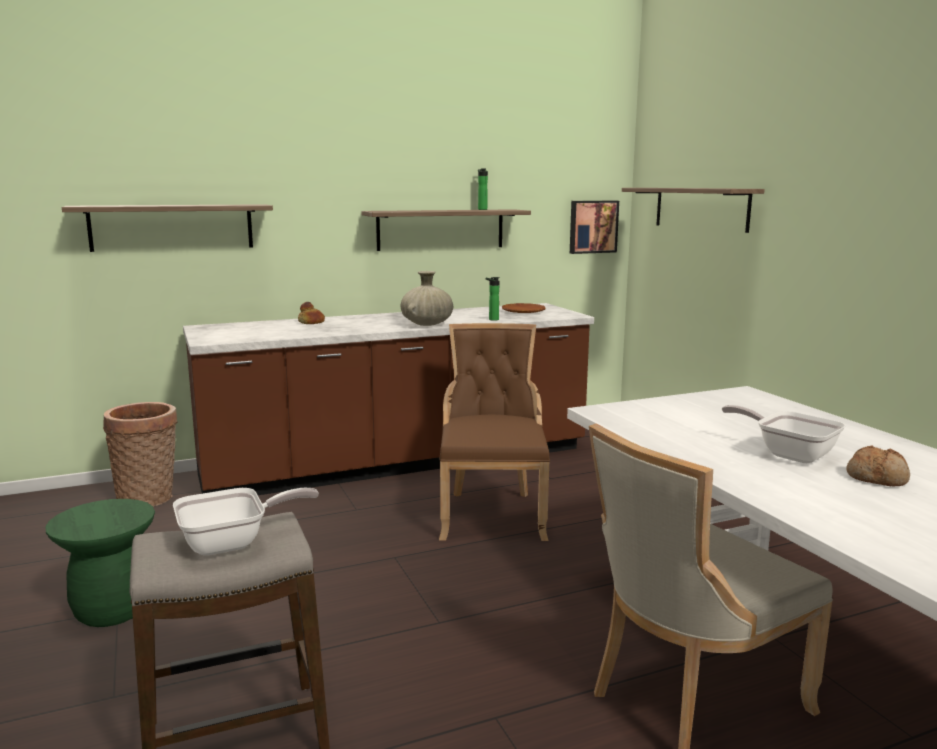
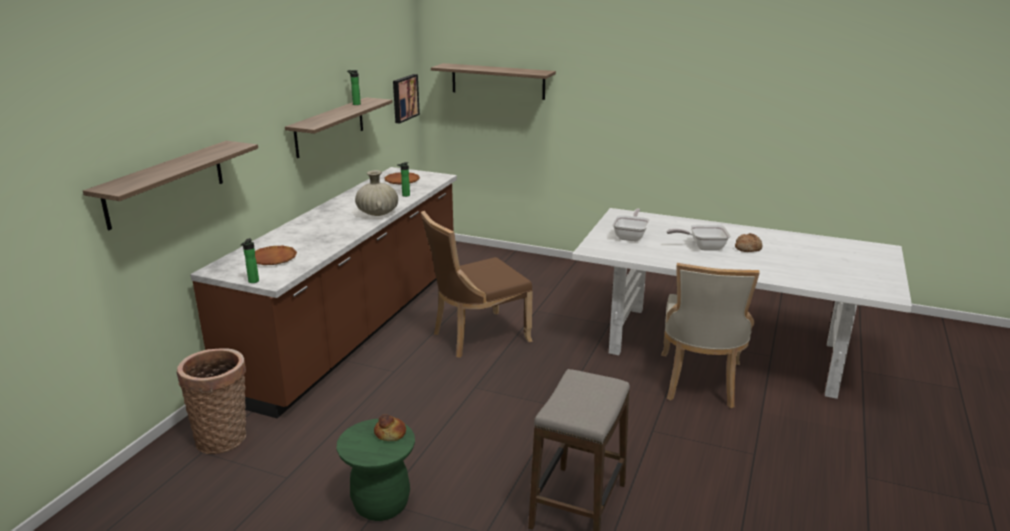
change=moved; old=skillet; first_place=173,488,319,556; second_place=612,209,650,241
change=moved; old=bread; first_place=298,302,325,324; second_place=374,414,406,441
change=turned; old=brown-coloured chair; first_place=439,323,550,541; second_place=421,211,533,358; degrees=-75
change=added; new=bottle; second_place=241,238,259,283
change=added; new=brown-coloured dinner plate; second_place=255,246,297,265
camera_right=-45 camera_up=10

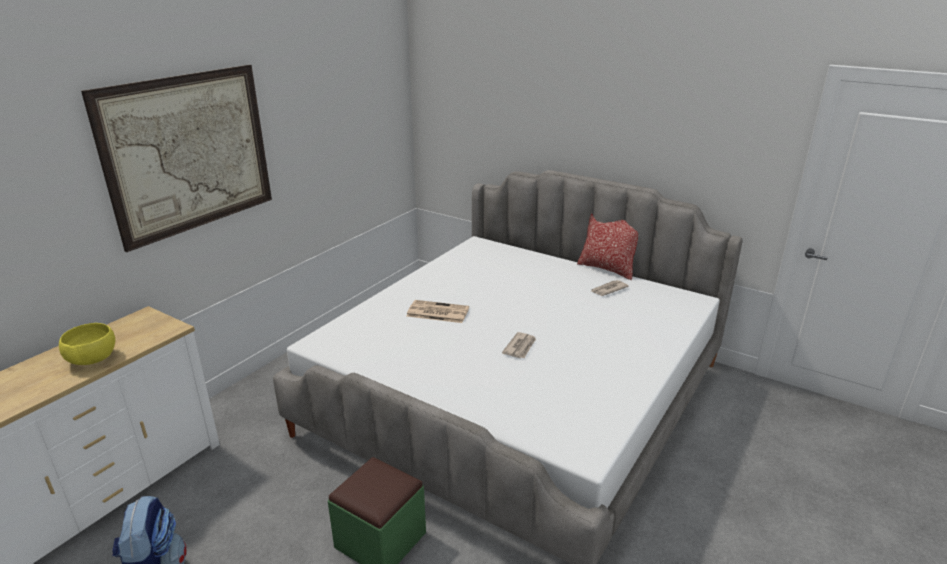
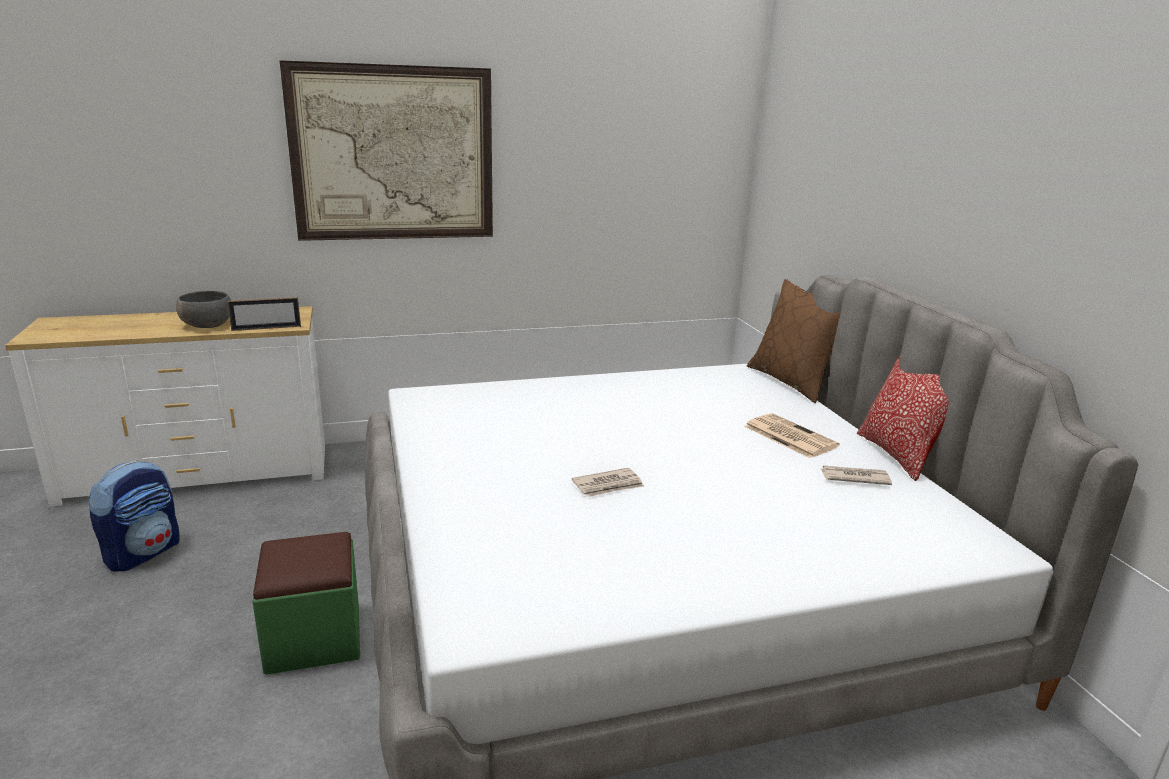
change=recoloured; old=yellowish serving bowl; new=gray serving bowl; first_place=59,323,115,365; second_place=176,291,231,328
change=moved; old=printed paper; first_place=407,300,469,323; second_place=744,413,840,458
change=added; new=photo frame; second_place=227,297,301,331
change=added; new=brown-coloured throw pillow; second_place=747,279,841,403
camera_right=40 camera_up=-5

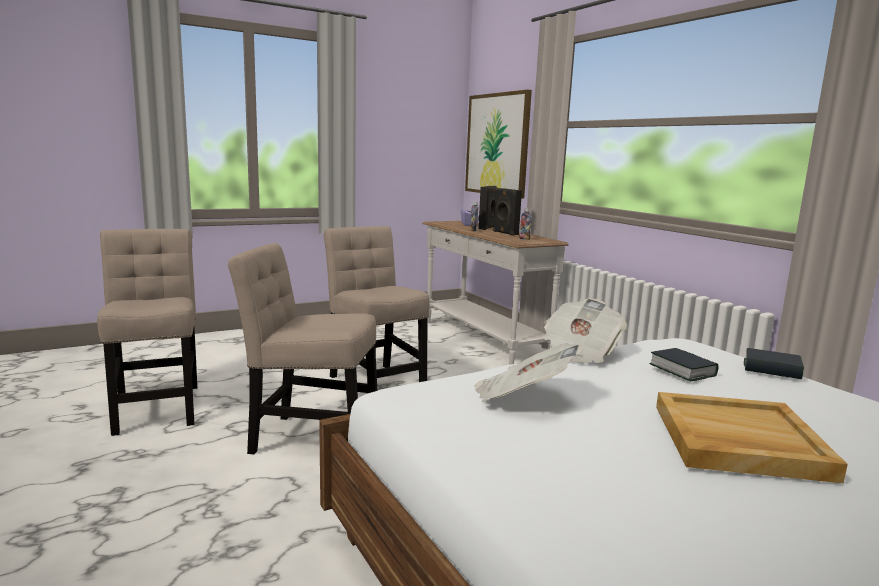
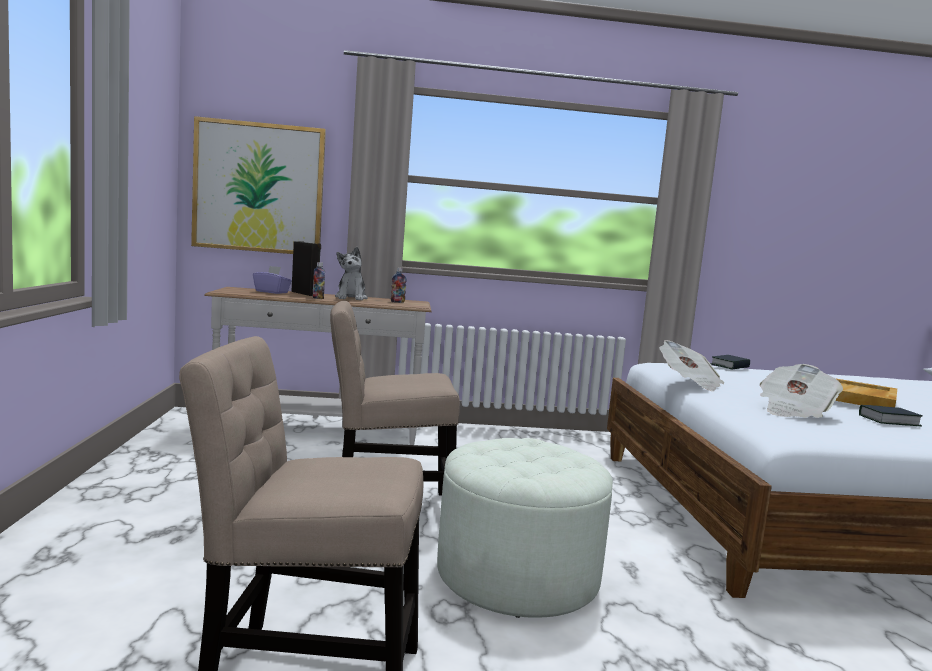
change=replaced; old=beige-coloured chair; new=white-coloured footrest; first_place=228,243,377,454; second_place=437,438,613,618
change=replaced; old=black-coloured audio speaker; new=plush toy; first_place=493,188,522,236; second_place=335,247,368,300
change=moved; old=book; first_place=649,348,718,381; second_place=859,405,923,426
camera_right=-65 camera_up=-5

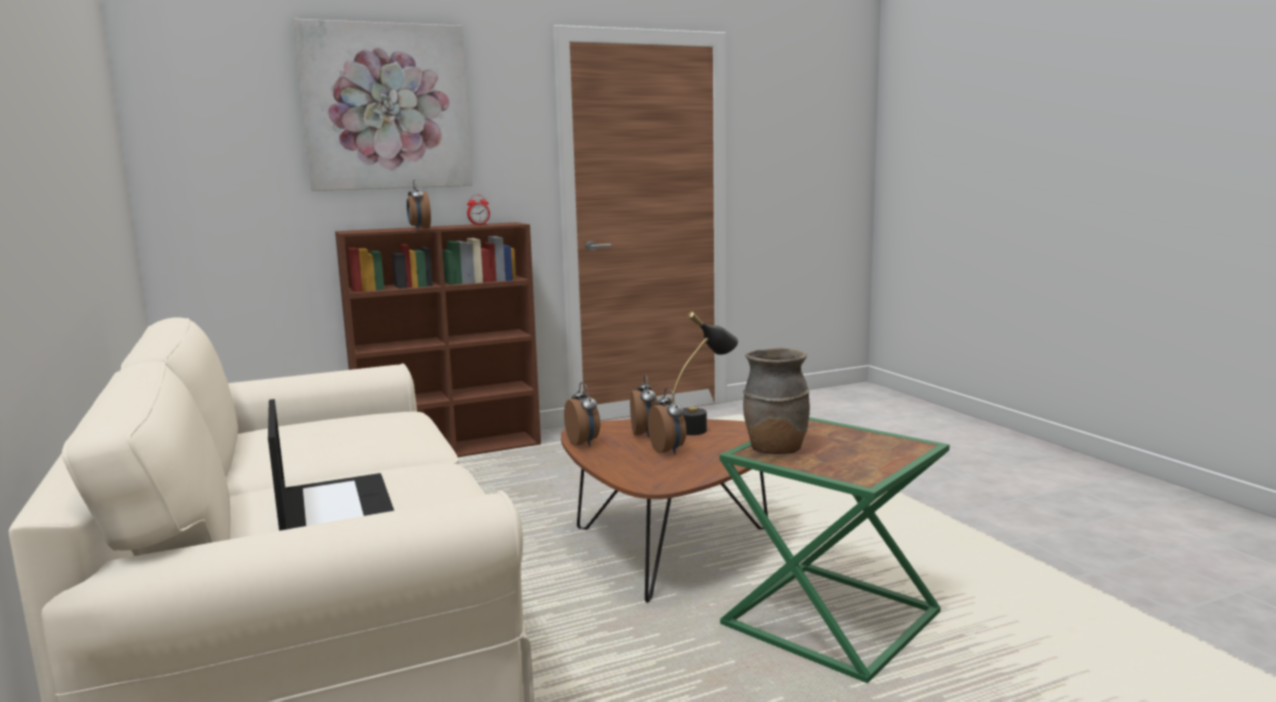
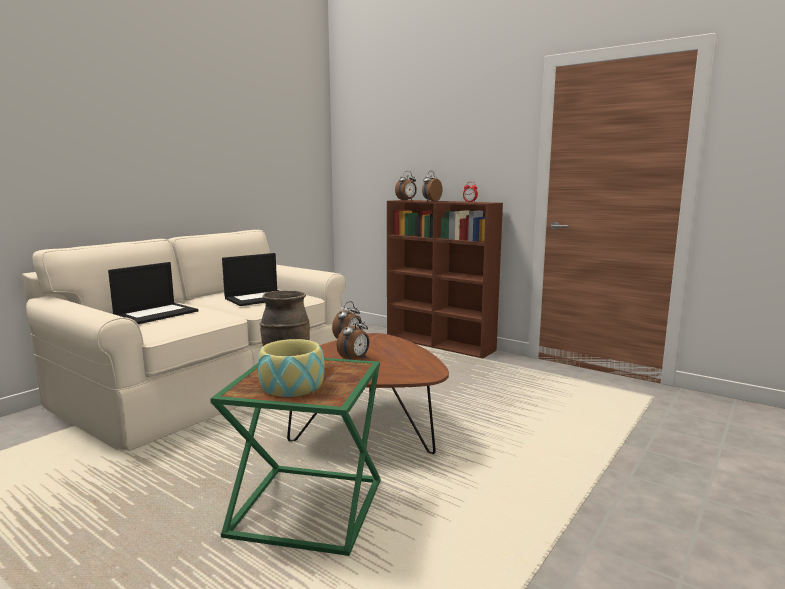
change=removed; old=wall art; first_place=293,19,472,191
change=moved; old=bedside clock; first_place=630,375,658,438; second_place=395,171,417,200
change=removed; old=black-coloured lamp for a table; first_place=671,312,738,435
change=added; new=notebook computer; second_place=222,253,279,306
change=added; new=serving bowl; second_place=257,339,325,397
camera_right=60 camera_up=0

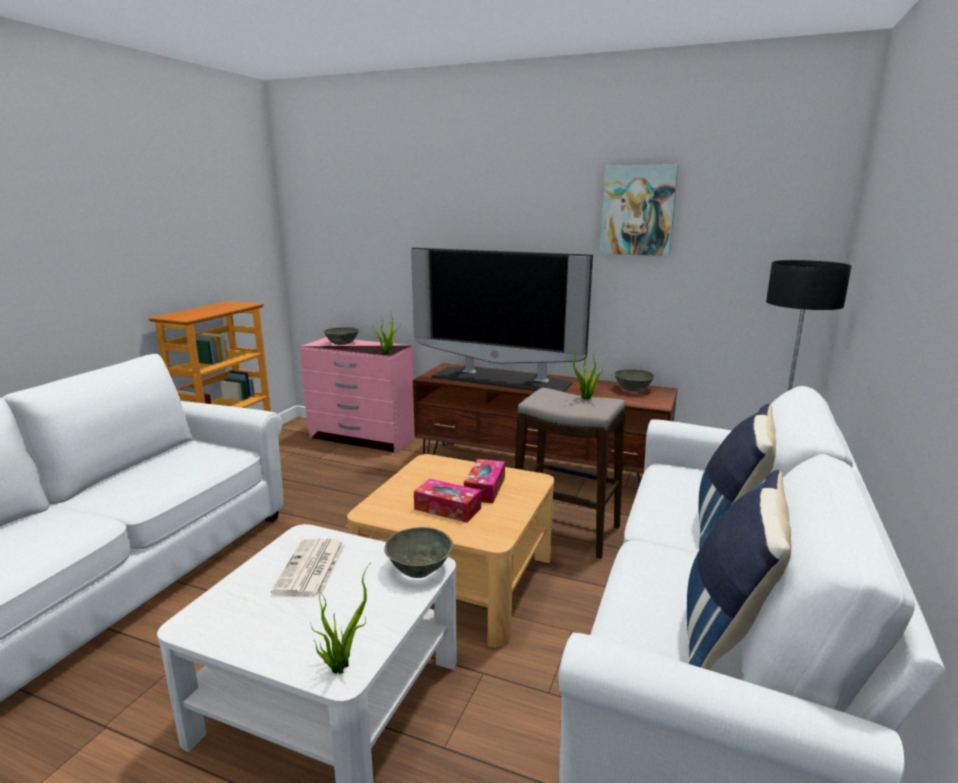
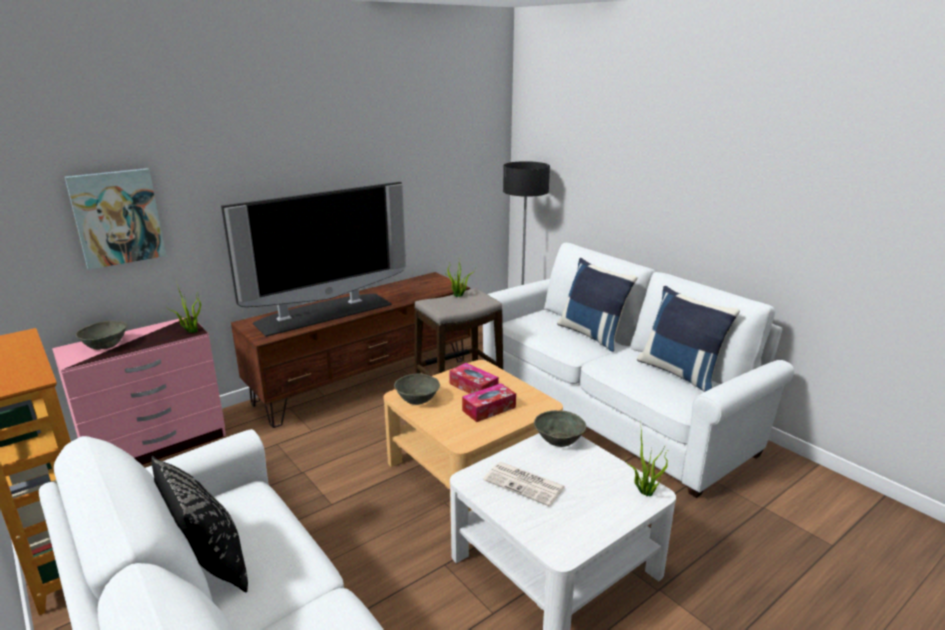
change=moved; old=wall art; first_place=600,164,678,256; second_place=64,168,166,270
change=moved; old=gray serving bowl; first_place=614,369,655,392; second_place=394,374,440,405
change=added; new=black-coloured throw pillow; second_place=151,455,248,592
camera_right=-60 camera_up=5

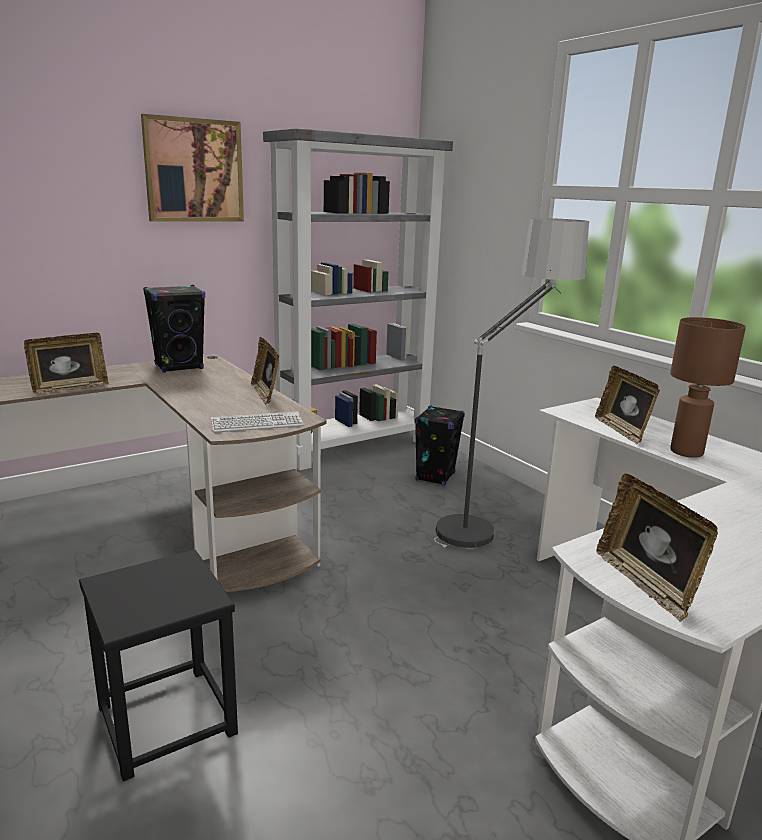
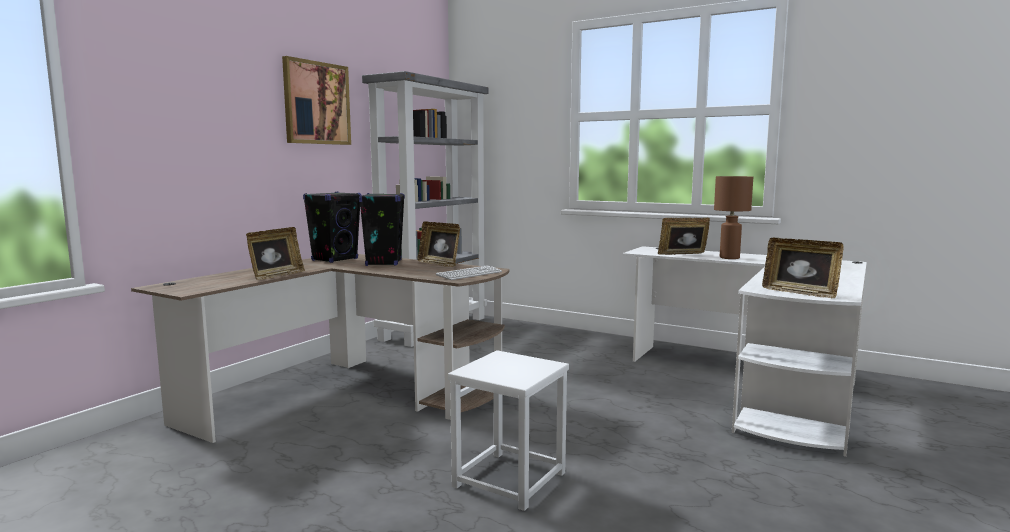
change=recoloured; old=black-coloured sitting stool; new=white-coloured sitting stool; first_place=79,550,238,781; second_place=448,350,569,511
change=moved; old=black-coloured audio speaker; first_place=415,405,465,486; second_place=359,193,405,266
change=removed; old=standing lamp; first_place=434,218,589,549
change=turned; old=photo frame; first_place=595,366,660,444; second_place=658,218,710,255; degrees=120
camera_right=-25 camera_up=-10

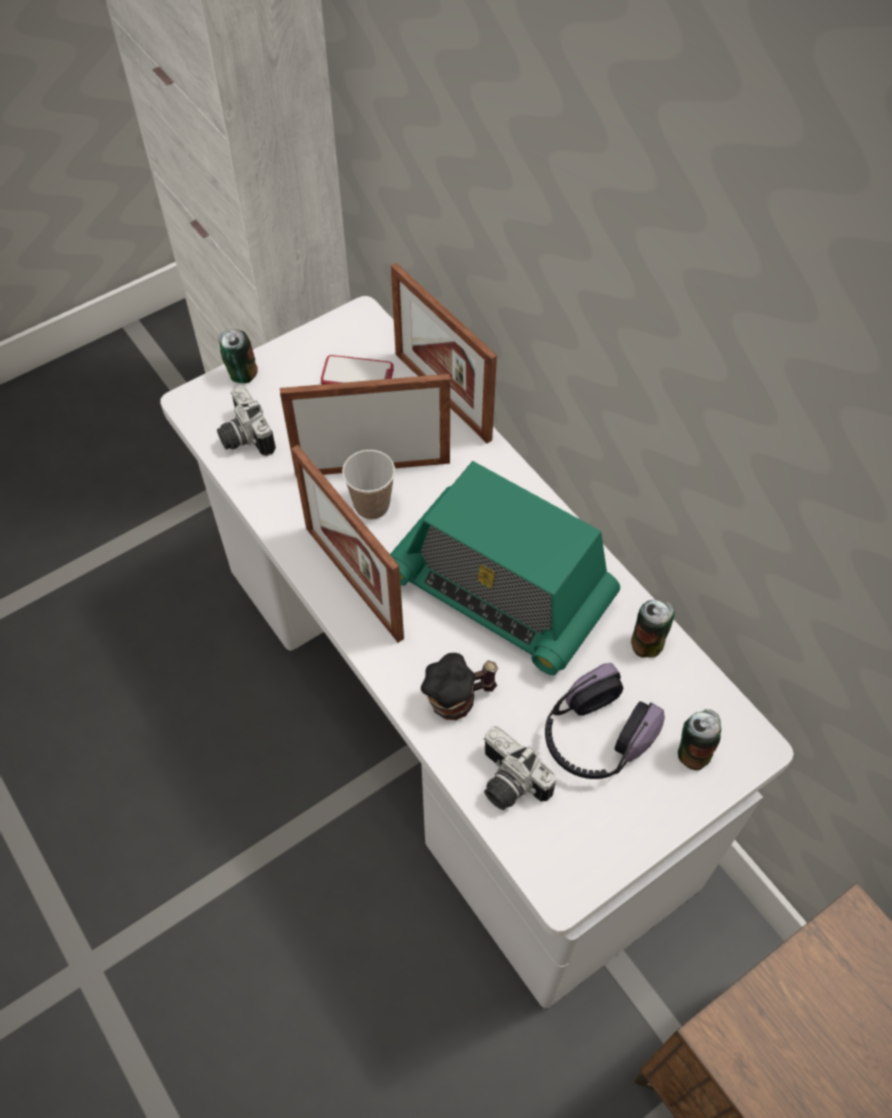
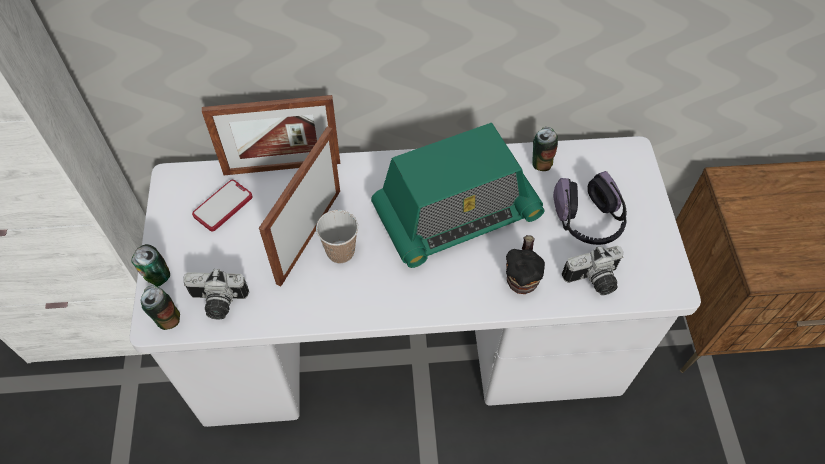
change=removed; old=photo frame; first_place=291,445,404,643
change=moved; old=metal can; first_place=678,709,721,770; second_place=141,285,180,330
camera_right=-60 camera_up=0

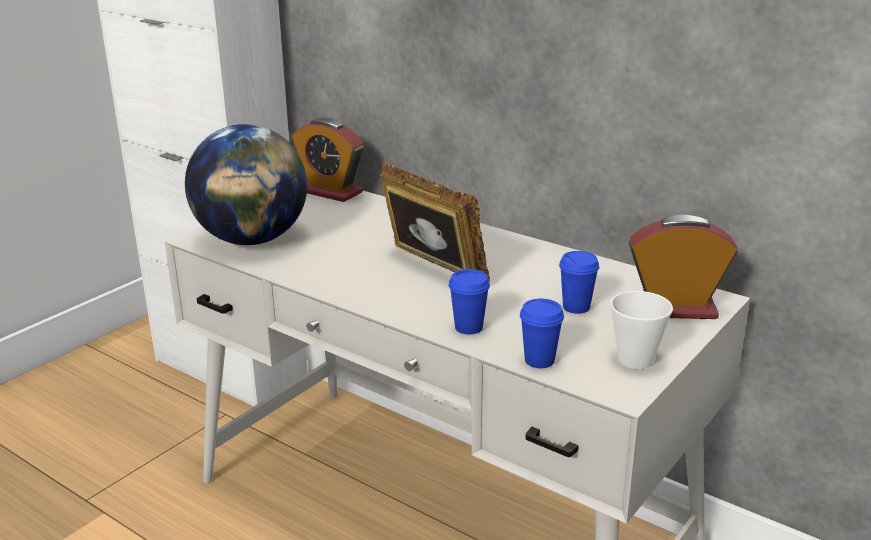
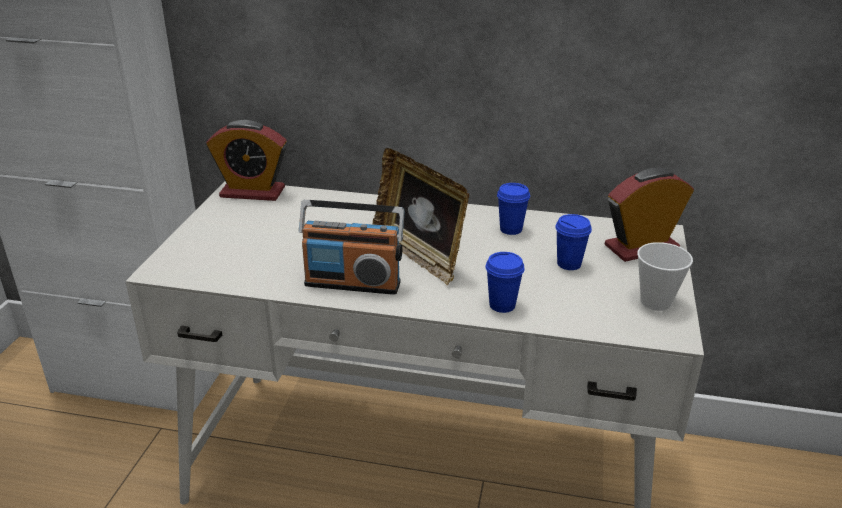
change=removed; old=desk globe; first_place=185,124,307,245
change=turned; old=photo frame; first_place=380,162,490,282; second_place=373,148,469,285; degrees=-150
change=moved; old=blue drinking cup; first_place=520,298,564,368; second_place=497,183,530,235
change=added; new=radio; second_place=299,200,404,295
camera_right=-25 camera_up=5

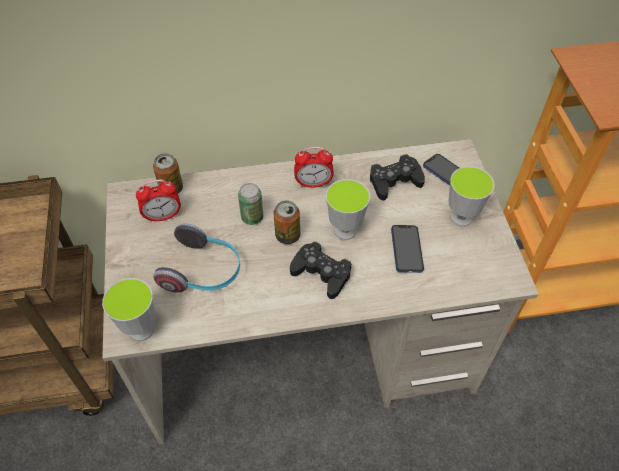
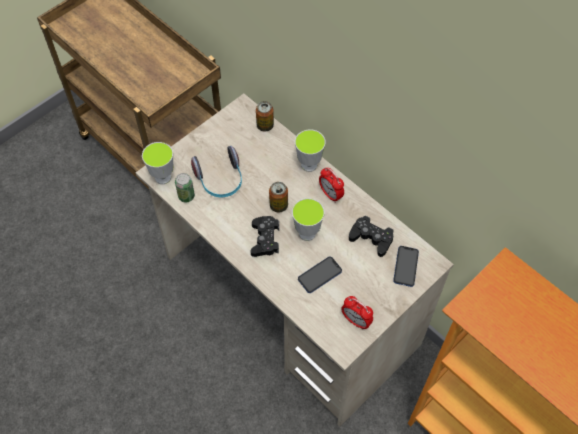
change=moved; old=bedside clock; first_place=136,179,181,223; second_place=341,296,373,329
change=moved; old=metal can; first_place=238,183,263,225; second_place=175,173,195,202
change=moved; old=drinking cup; first_place=449,166,495,227; second_place=295,129,326,172
camera_right=55 camera_up=5

